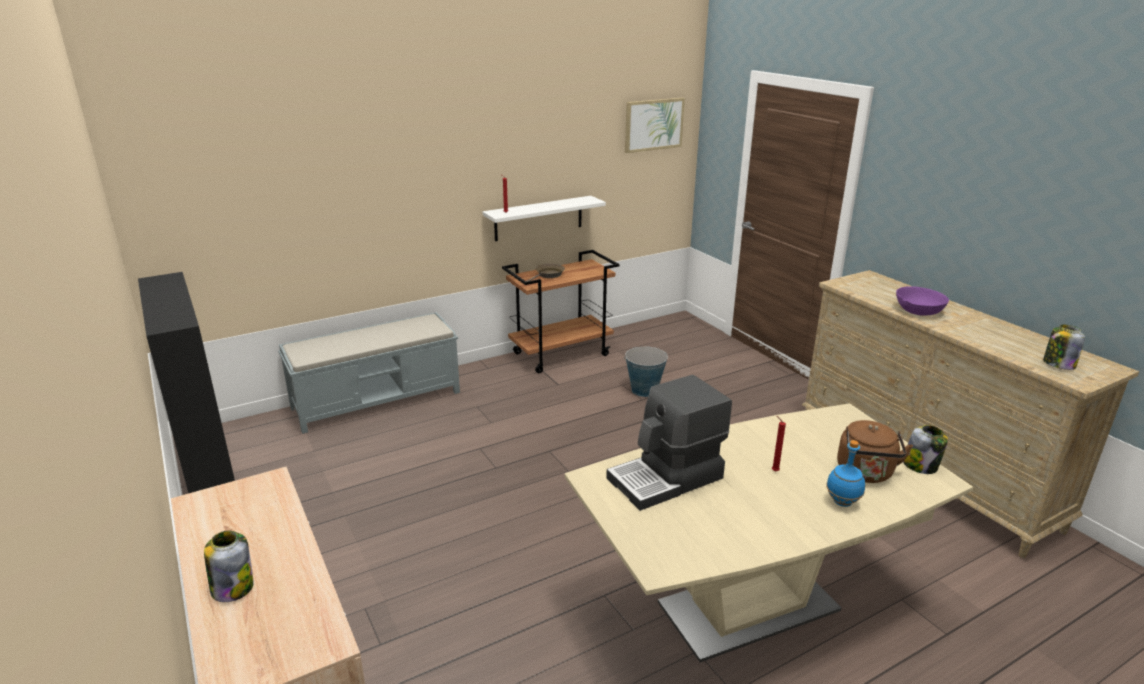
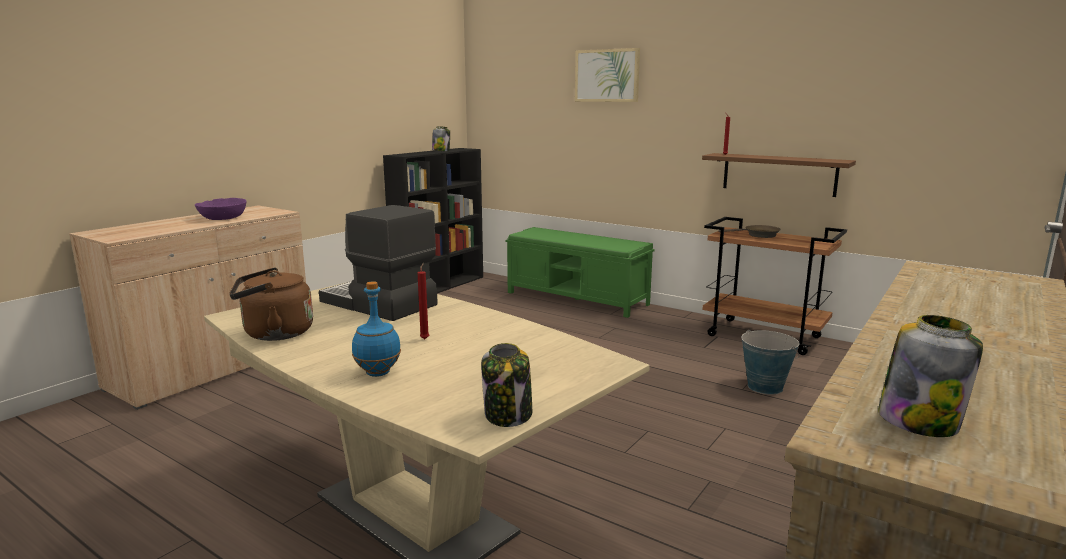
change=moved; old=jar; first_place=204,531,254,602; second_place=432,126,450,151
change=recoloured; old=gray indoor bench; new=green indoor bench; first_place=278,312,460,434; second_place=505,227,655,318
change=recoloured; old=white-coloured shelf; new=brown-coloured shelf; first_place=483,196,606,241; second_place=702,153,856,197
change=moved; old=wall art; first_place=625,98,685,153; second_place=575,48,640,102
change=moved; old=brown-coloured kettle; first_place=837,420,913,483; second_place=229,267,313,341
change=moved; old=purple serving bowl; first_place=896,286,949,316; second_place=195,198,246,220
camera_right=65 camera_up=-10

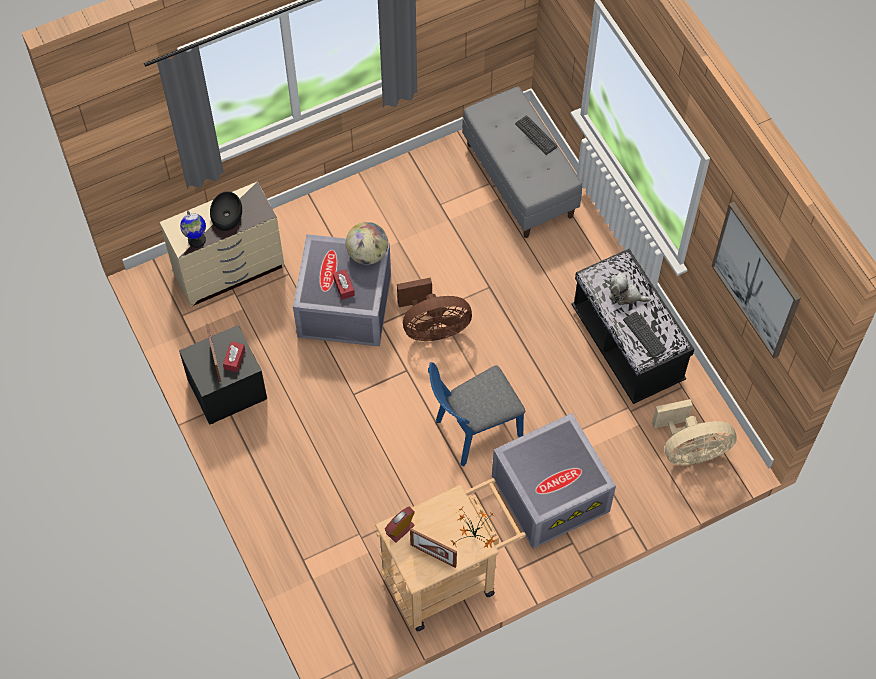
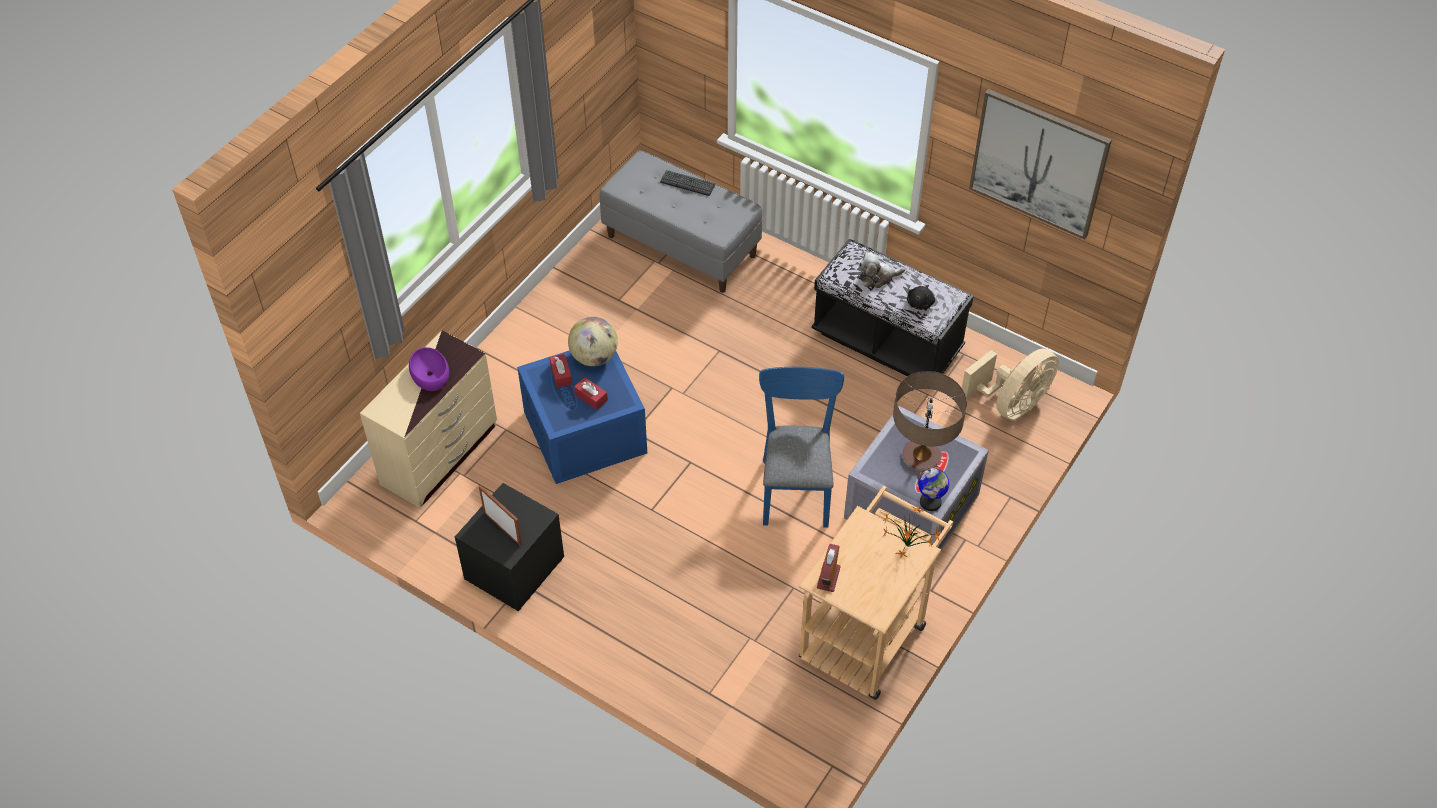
change=moved; old=desk globe; first_place=180,210,206,248; second_place=917,468,949,511
change=recoloured; old=black-coloured serving bowl; new=purple serving bowl; first_place=210,191,242,231; second_place=409,347,449,391
change=moved; old=reddish box of tissues; first_place=223,341,245,372; second_place=549,354,572,388
change=recoloured; old=gray storage bin; new=blue storage bin; first_place=293,234,391,347; second_place=517,350,647,484
change=removed; old=brown-coloured electric fan; first_place=397,278,472,341
change=removed; old=photo frame; first_place=410,528,457,568
change=turned; old=blue chair; first_place=428,362,525,467; second_place=759,367,844,527; degrees=150
change=replaced; old=keyboard; new=black-coloured plush toy; first_place=623,312,666,358; second_place=907,285,935,310
change=added; new=lamp for a table; second_place=893,371,967,470
camera_right=-30 camera_up=-10

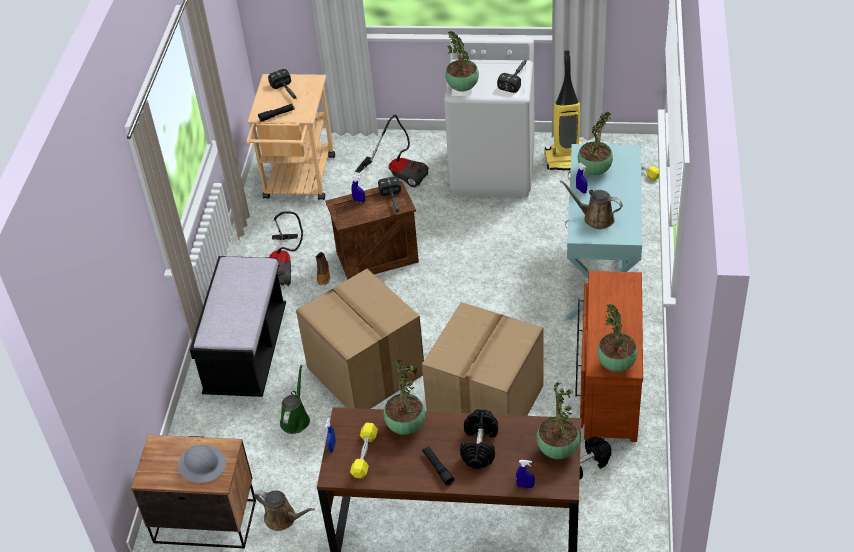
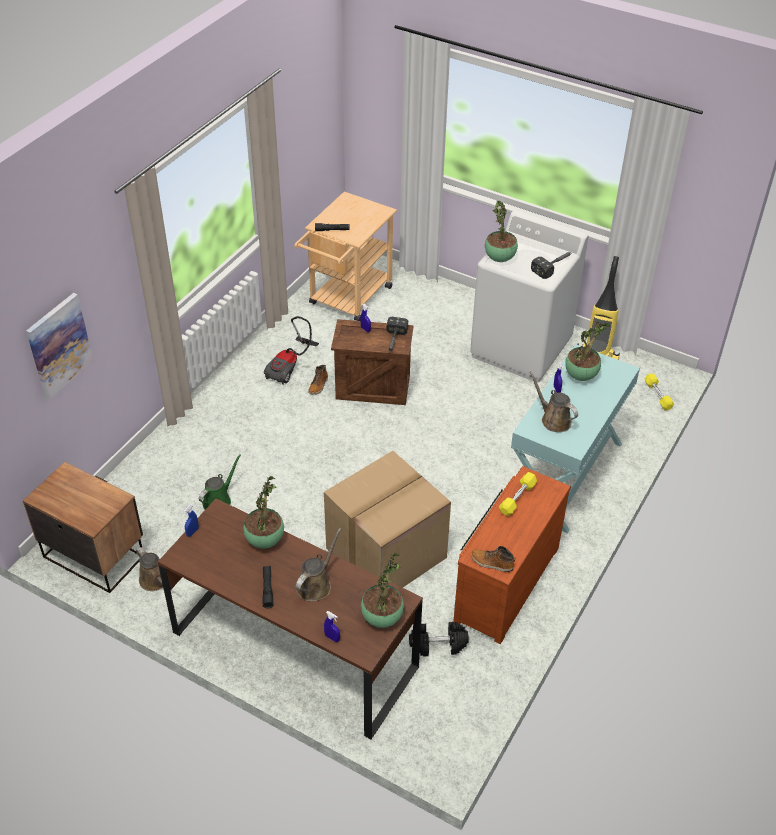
change=removed; old=gray work helmet; first_place=178,445,226,483
change=removed; old=black-coloured indoor bench; first_place=190,256,286,397
change=removed; old=tool hammer; first_place=268,69,296,99
change=removed; old=carton; first_place=296,269,424,409
change=moved; old=yellowish free weight; first_place=350,423,378,479; second_place=499,472,537,516
change=removed; old=hoover; first_place=355,115,429,187
change=replaced; old=black-coloured free weight; new=brown-coloured watering can; first_place=460,409,498,469; second_place=296,528,341,602
change=replaced; old=houseplant; new=tall boot; first_place=597,304,637,372; second_place=471,546,516,572
change=added; new=wall art; second_place=26,293,93,400
camera_right=20 camera_up=0

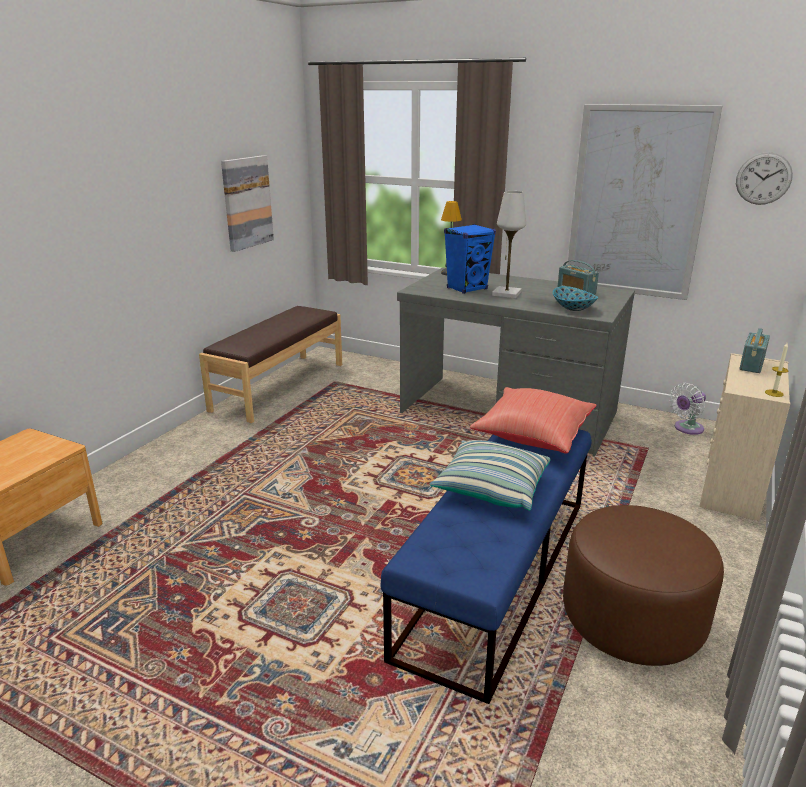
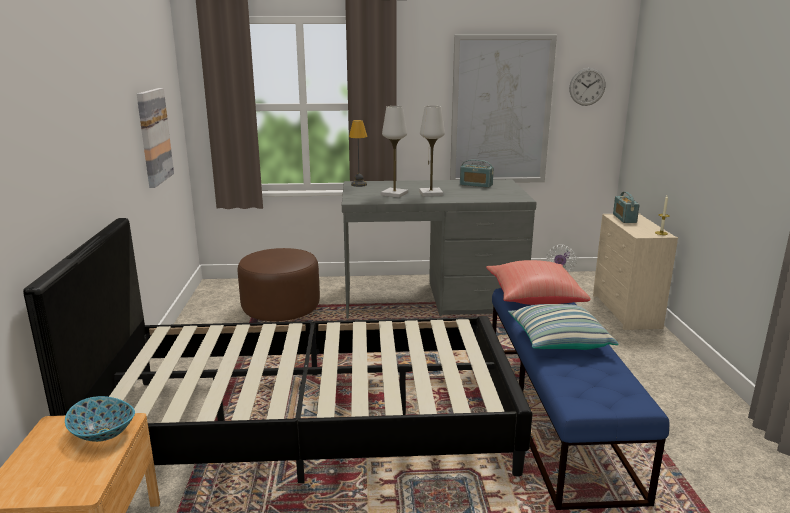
change=removed; old=brown-coloured indoor bench; first_place=199,306,342,423
change=replaced; old=blue audio speaker; new=white-coloured lamp for a table; first_place=444,224,496,294; second_place=381,106,408,198
change=moved; old=serving bowl; first_place=553,286,598,311; second_place=65,396,135,442
change=moved; old=brown-coloured footrest; first_place=563,505,724,666; second_place=238,248,320,321
change=added; new=black-coloured bed; second_place=23,218,533,483
camera_right=-30 camera_up=-5

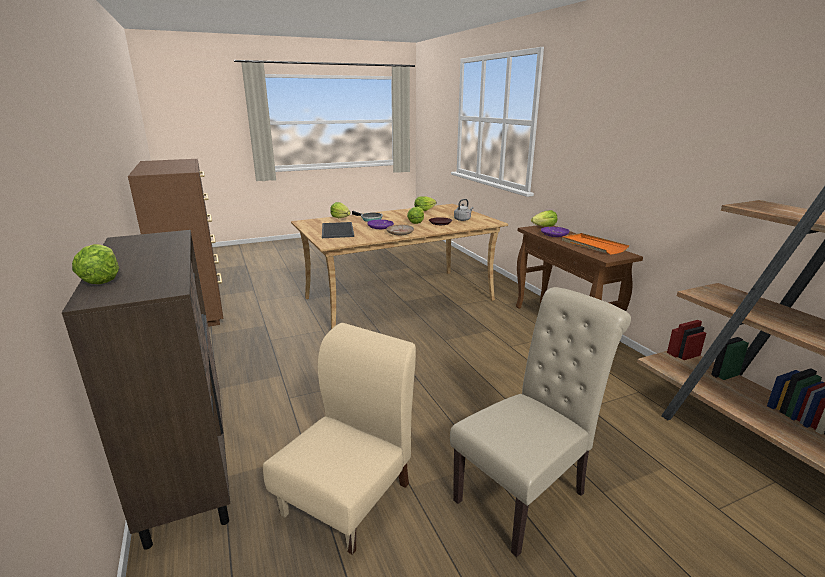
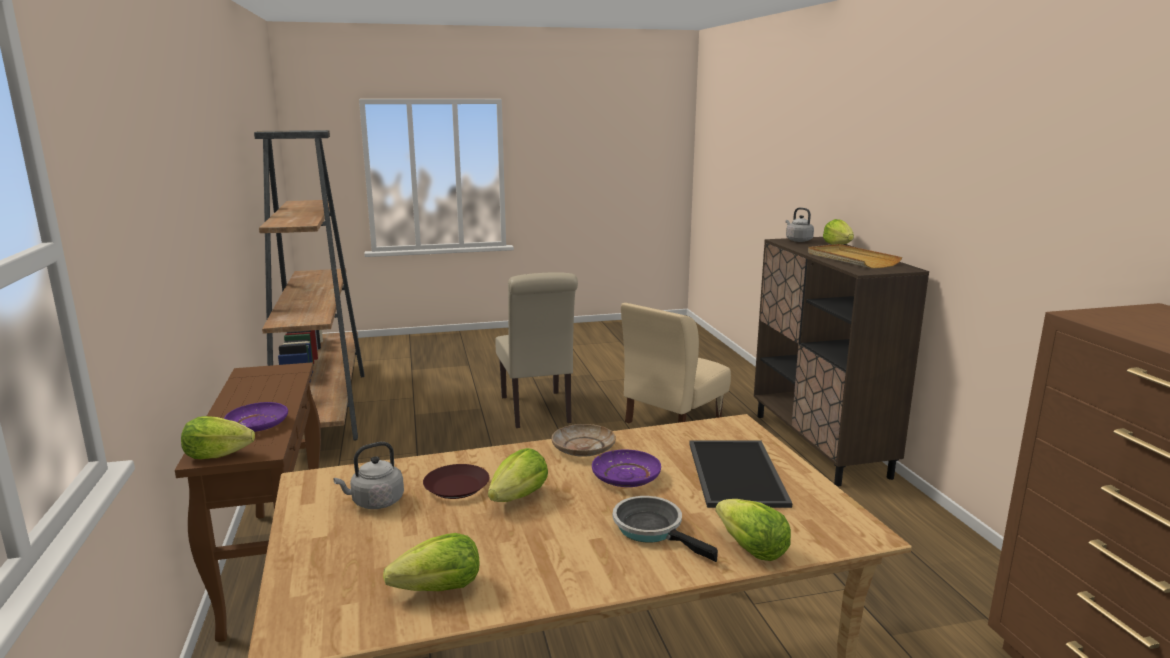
change=turned; old=beige-coloured chair; first_place=450,287,631,557; second_place=495,272,578,428; degrees=-75
change=removed; old=orangey tray; first_place=562,233,629,254
change=added; new=gray kettle; second_place=786,207,814,242
change=added; new=beige-coloured tray; second_place=808,244,903,268
camera_right=-170 camera_up=-5

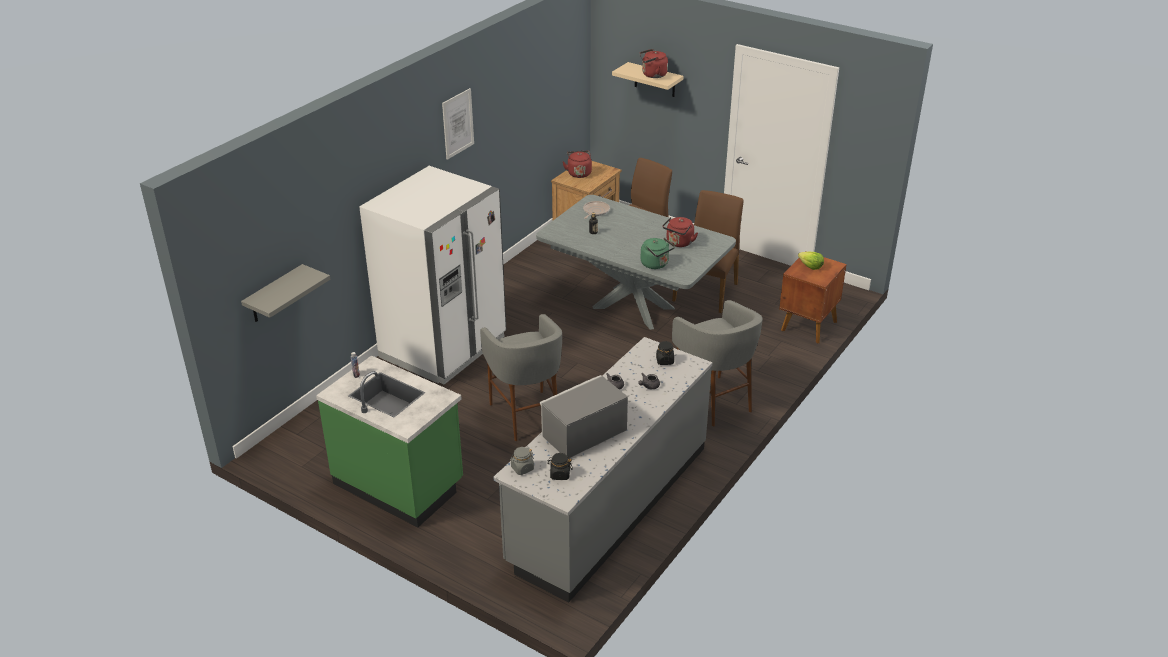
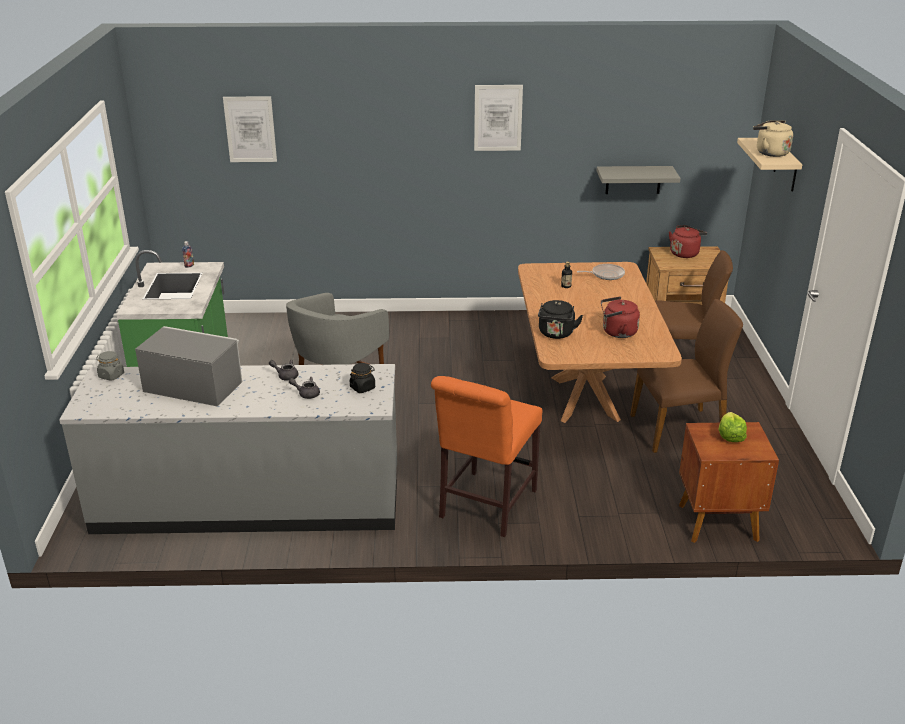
change=moved; old=gray shelf; first_place=241,264,330,322; second_place=597,166,681,194
change=removed; old=white-coloured kitchen fridge; first_place=359,166,506,385
change=recoloured; old=gray kitchen table; new=brown-coloured kitchen table; first_place=536,195,736,330; second_place=518,262,682,423
change=removed; old=black-coloured jar; first_place=547,453,573,480
change=recoloured; old=reddish kettle; new=beige-coloured kettle; first_place=639,49,668,78; second_place=753,120,793,157
change=recoloured; old=green kettle; new=black-coloured kettle; first_place=640,238,675,269; second_place=538,300,583,339
change=replaced; old=gray sitting stool; new=orangey chair; first_place=672,300,763,426; second_place=431,376,542,537
change=added; new=wall art; second_place=223,96,277,162
camera_right=55 camera_up=-5

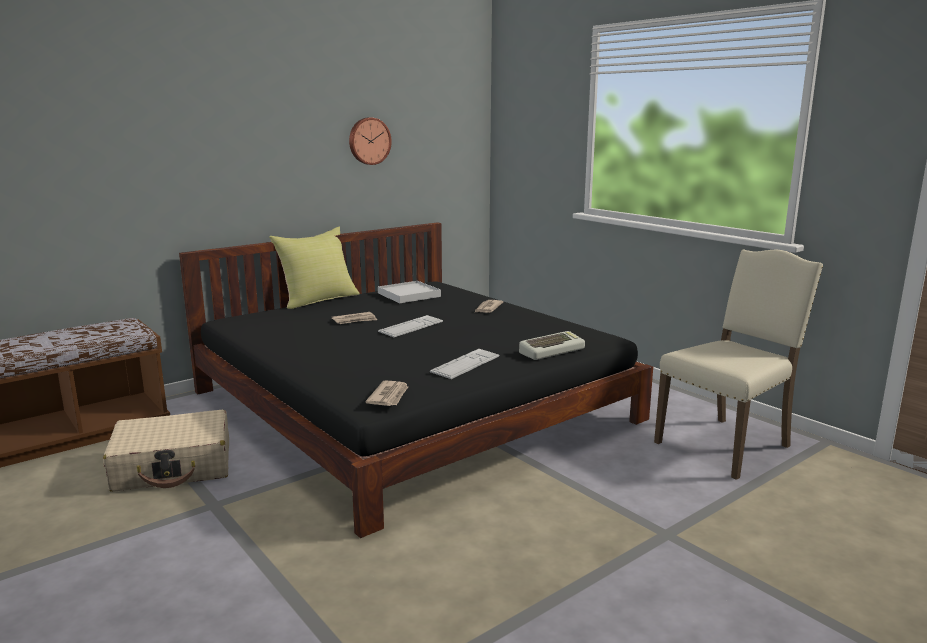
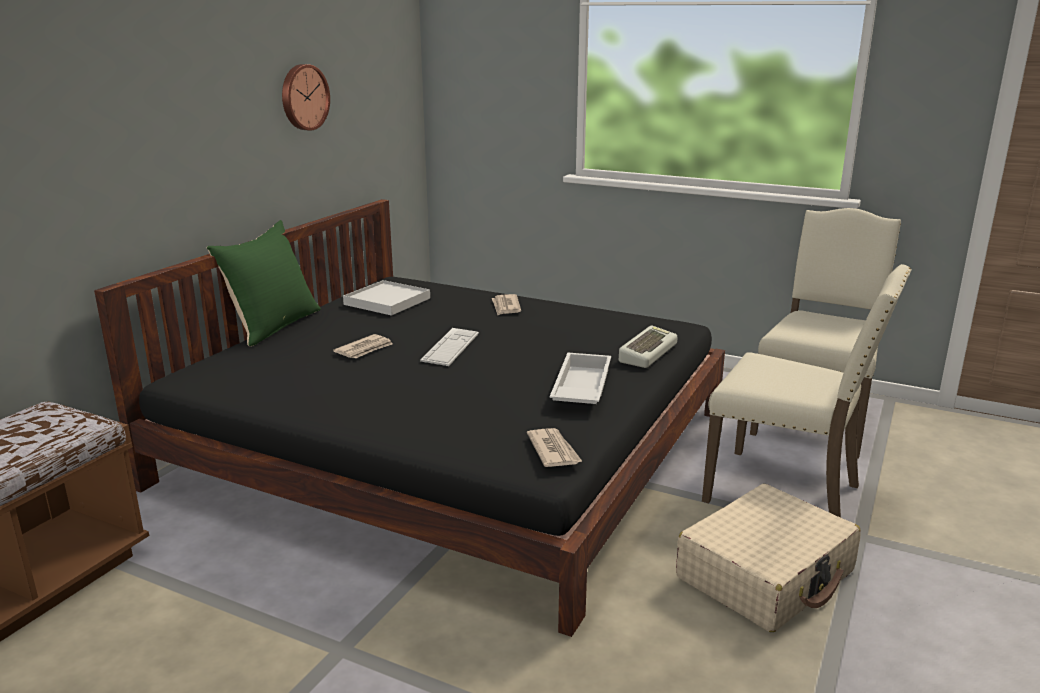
change=moved; old=beige-coloured travel case; first_place=103,410,229,492; second_place=676,484,861,632
change=recoloured; old=yellowish throw pillow; new=green throw pillow; first_place=269,227,360,309; second_place=207,220,321,346
change=replaced; old=keyboard; new=white-coloured tray; first_place=430,349,499,379; second_place=550,353,611,404
change=added; new=beige-coloured chair; second_place=702,264,912,518
camera_right=-25 camera_up=5

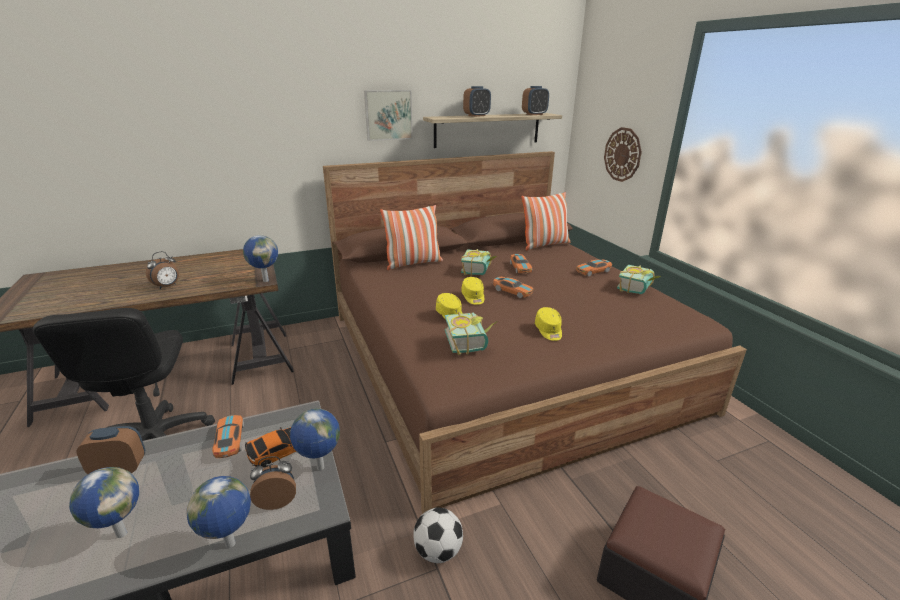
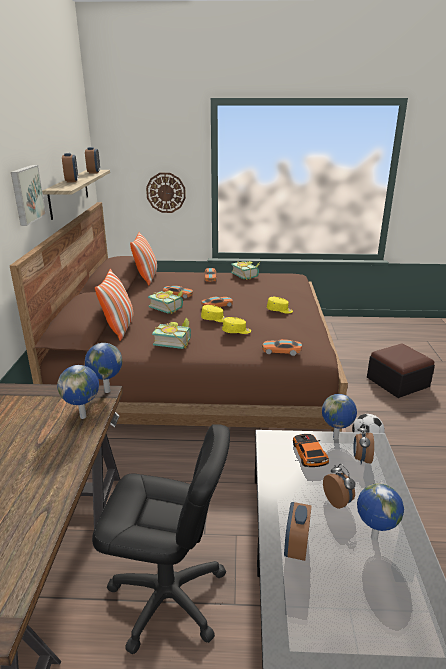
change=moved; old=bedside clock; first_place=146,251,179,289; second_place=323,464,355,509
change=moved; old=desk globe; first_place=186,476,251,548; second_place=57,365,99,419
change=moved; old=toy car; first_place=212,415,244,458; second_place=262,339,302,356
change=moved; old=book; first_place=445,312,498,355; second_place=152,318,191,349
camera_right=-65 camera_up=0

